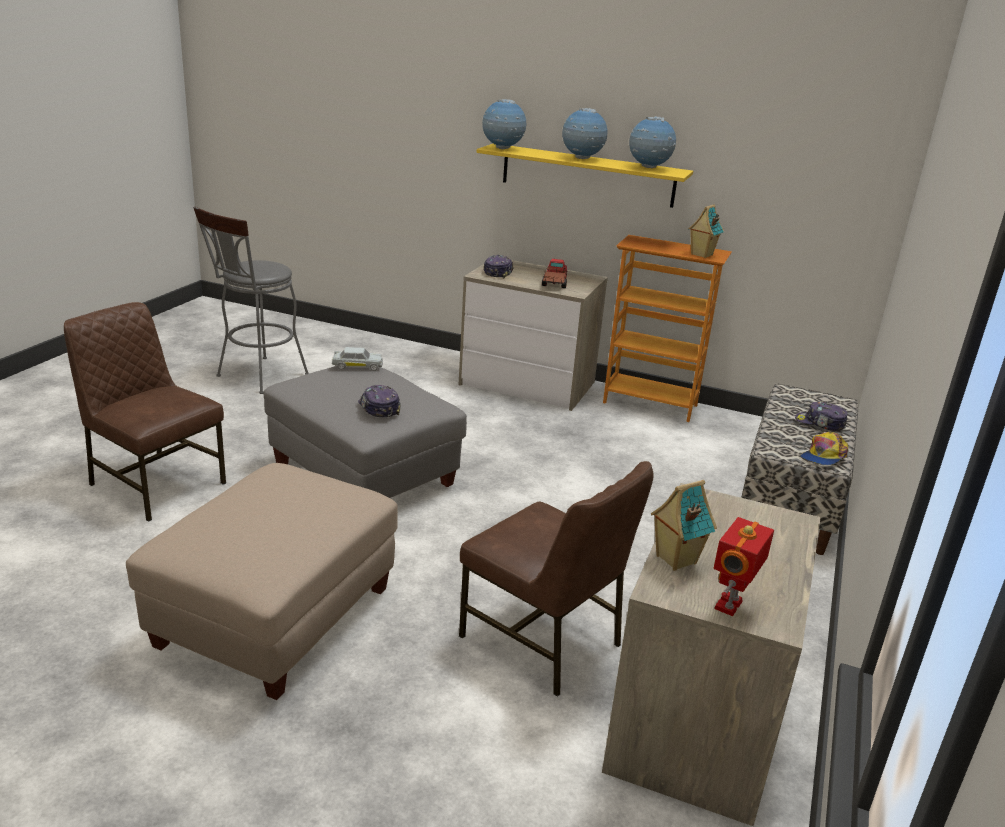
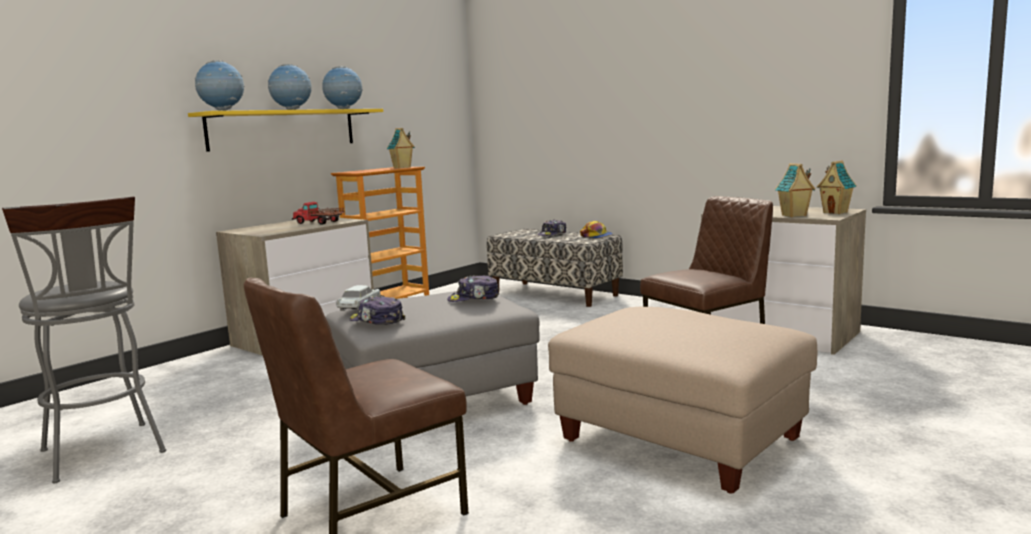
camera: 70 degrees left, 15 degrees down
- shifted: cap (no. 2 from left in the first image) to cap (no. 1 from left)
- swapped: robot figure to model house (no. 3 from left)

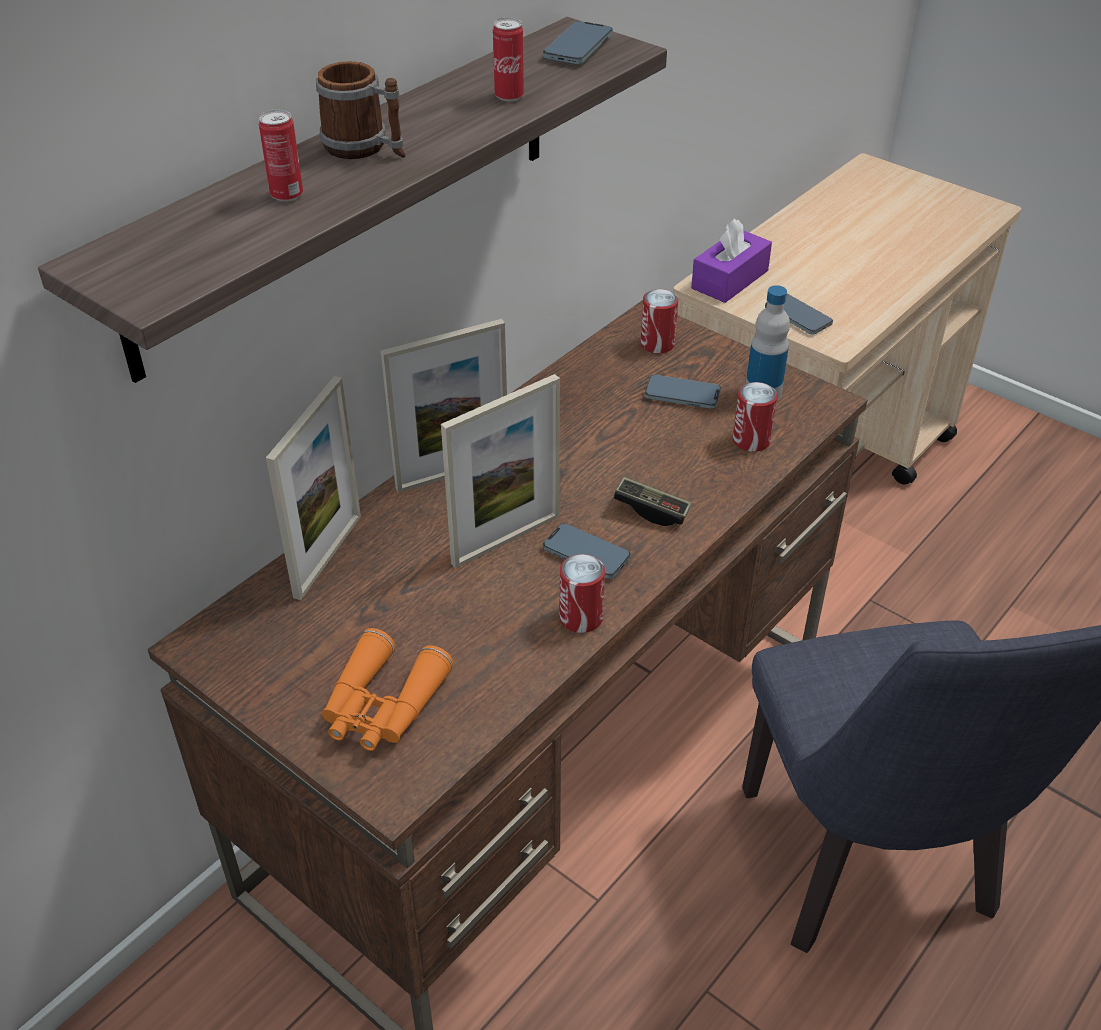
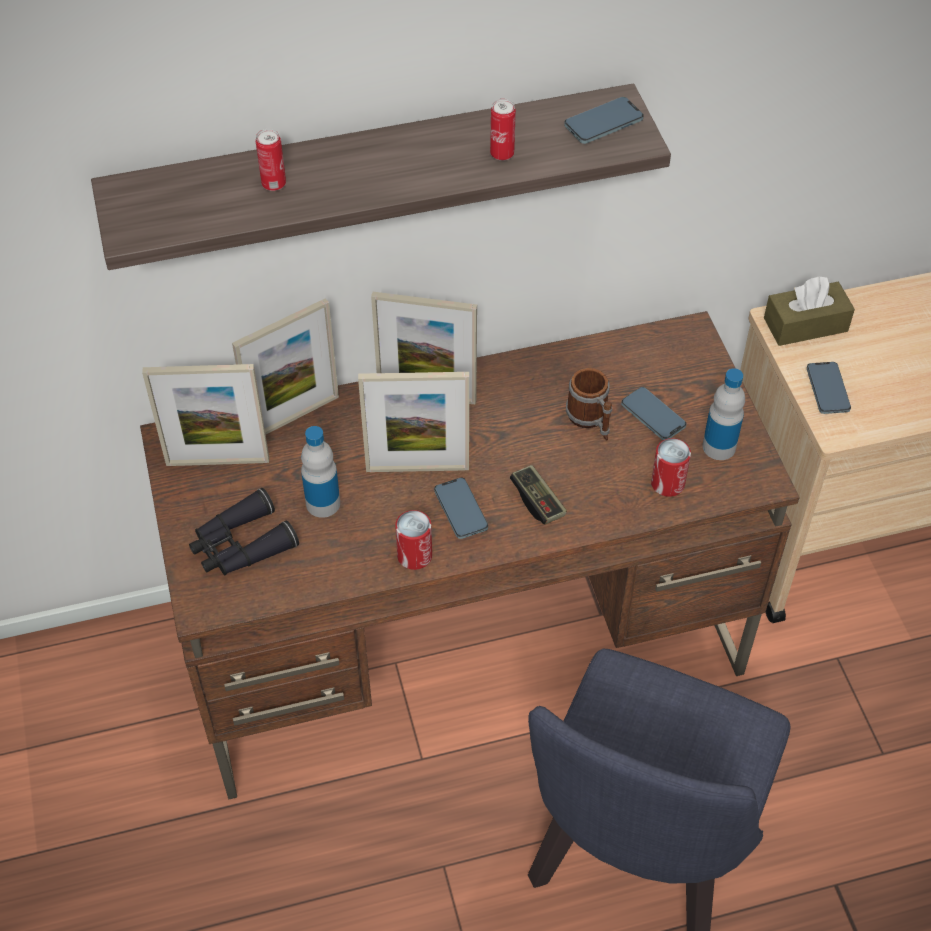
camera: 35 degrees right, 10 degrees up
- shifted: mug
- repainted: purple-coloured box of tissues to brownish box of tissues
- gone: can (no. 4 from left)
- repainted: orangey field glasses to blackish field glasses
- new: photo frame (no. 1 from left)
- new: beverage bottle (no. 1 from left)

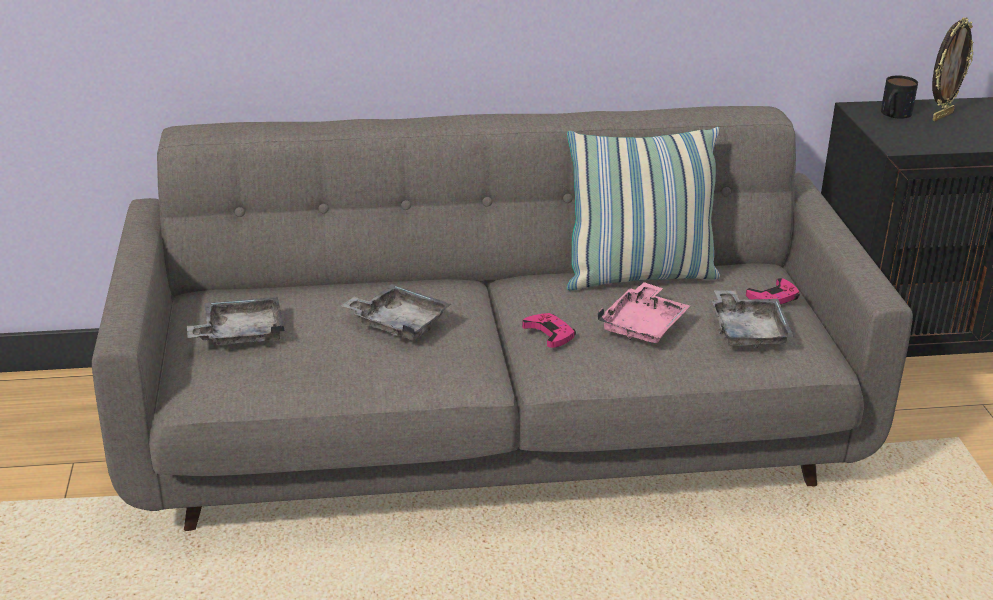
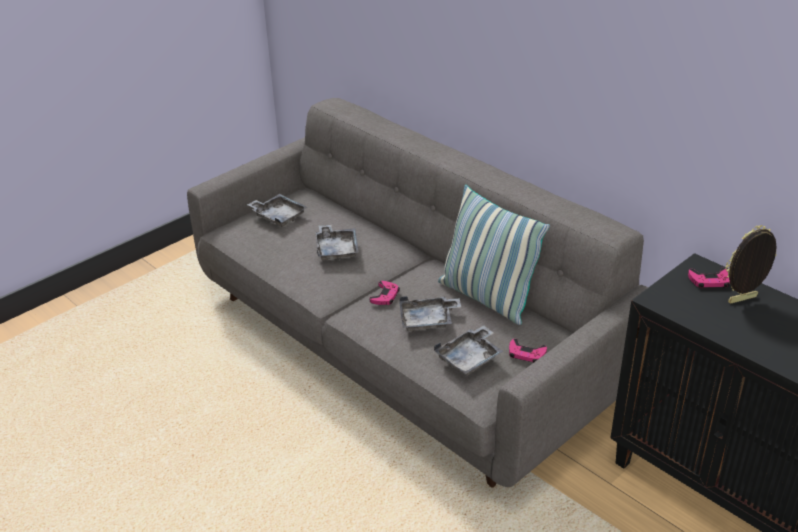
camera: 55 degrees right, 5 degrees up
- rotated: photo frame 150 degrees clockwise
- swapped: mug to pinkish game controller (no. 3 from left)
- repainted: pinkish serving tray to gray serving tray (no. 3 from left)

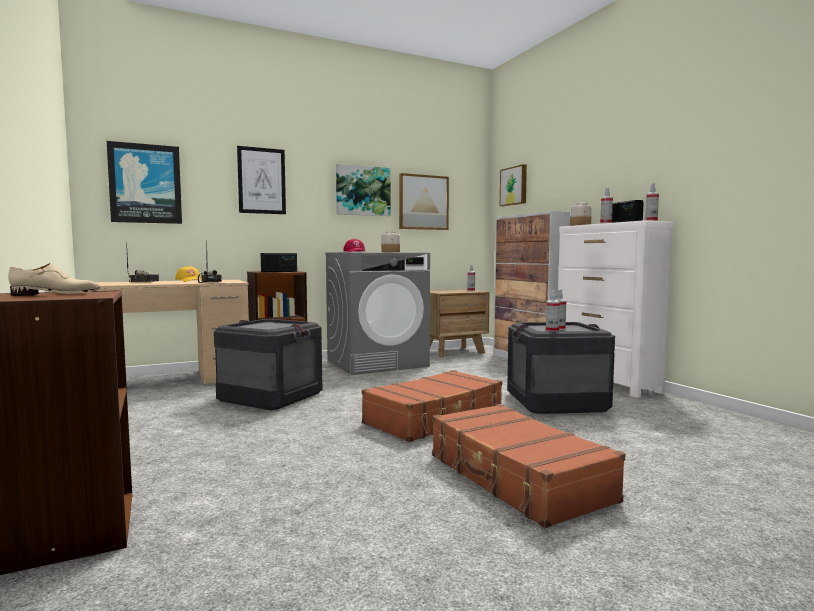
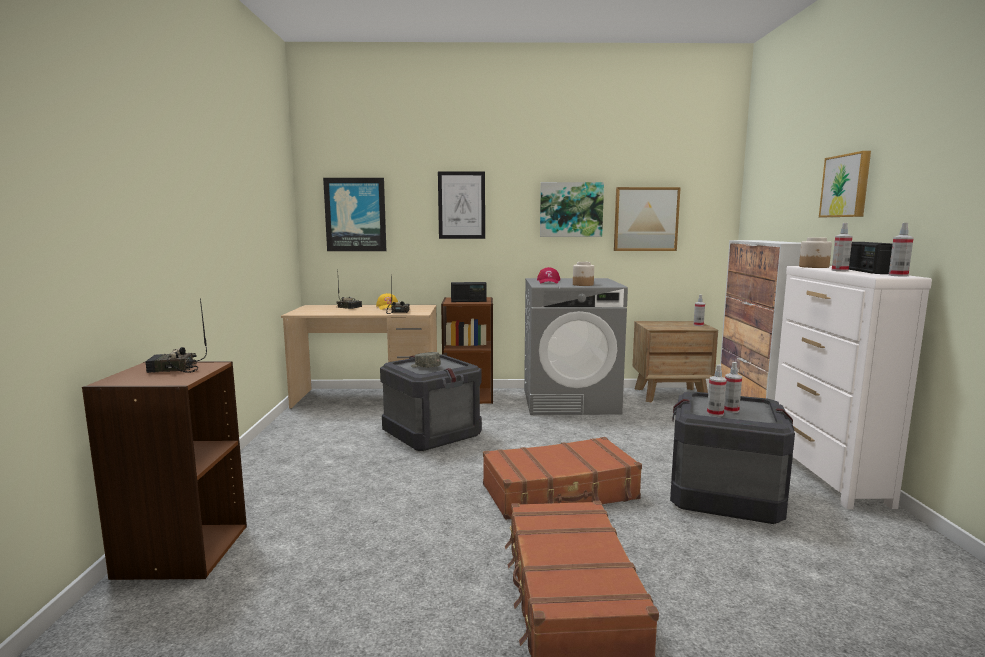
camera: 25 degrees right, 5 degrees up
- shifted: wall art (no. 5 from left)
- swapped: beige shoe to radio (no. 1 from left)
- new: gray cap

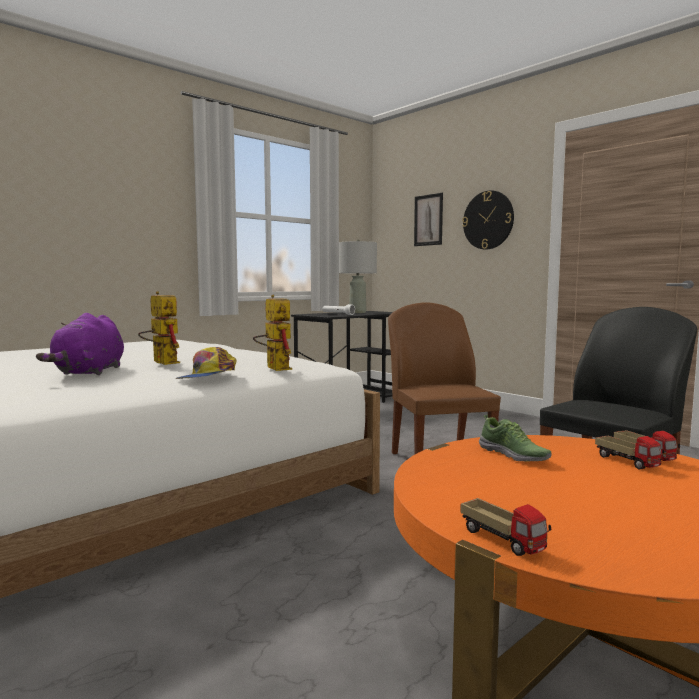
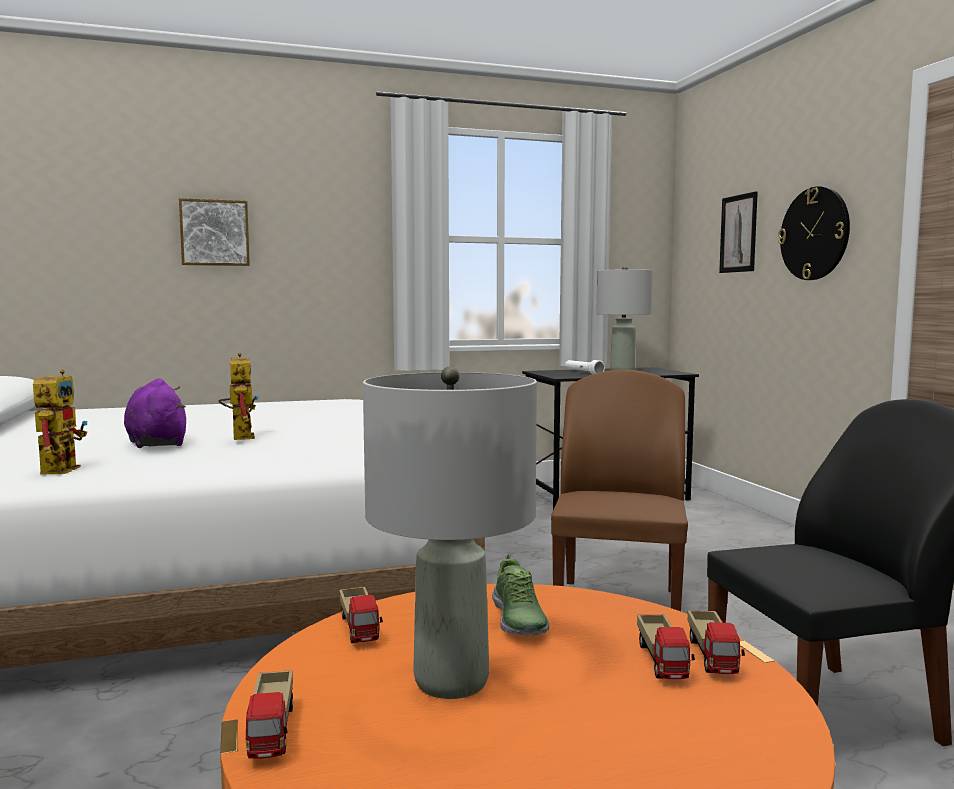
camera: 25 degrees right, 0 degrees up
- shifted: robot figure (no. 2 from left in the first image) to robot figure (no. 1 from left)
- rotated: purple-coloured plush toy 120 degrees clockwise
- gone: cap
- new: wall art (no. 1 from left)
- new: gray tabletop lamp (no. 1 from left)
- new: toy lorry (no. 2 from left)

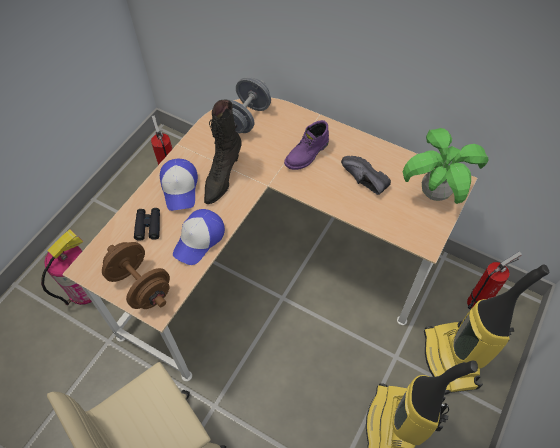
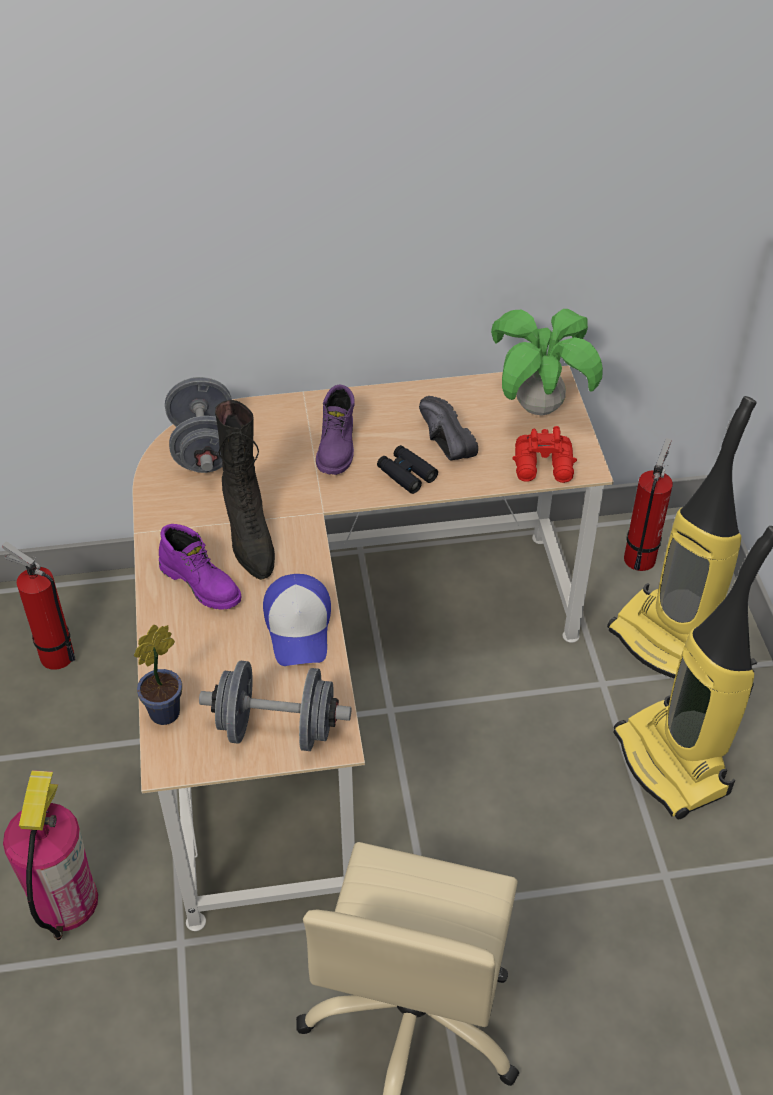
camera: 40 degrees left, 10 degrees down
- rotated: blackish shoe 60 degrees clockwise
- swapped: cap (no. 1 from left) to purple-coloured tall boot (no. 1 from left)
- shifted: blackish field glasses
- repainted: brownish free weight to gray free weight (no. 2 from left)
- new: red field glasses
- new: plant in a pot (no. 1 from left)

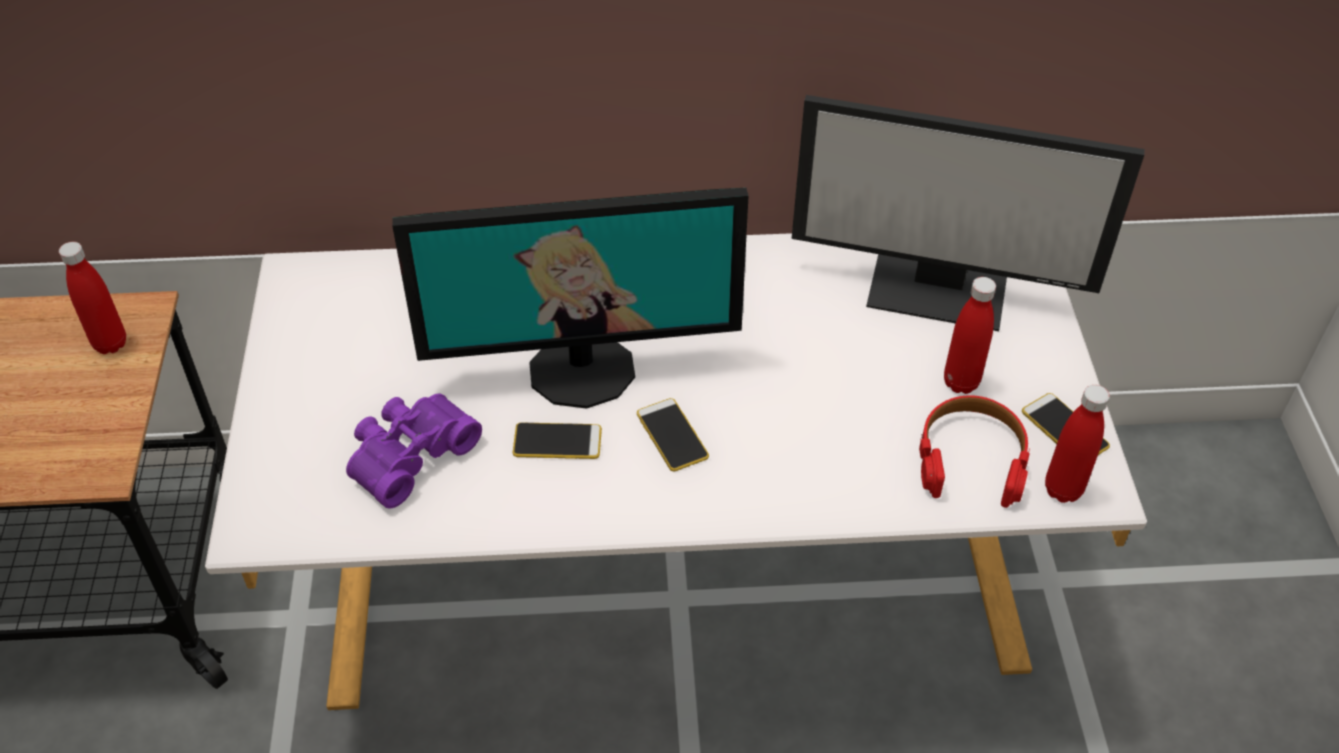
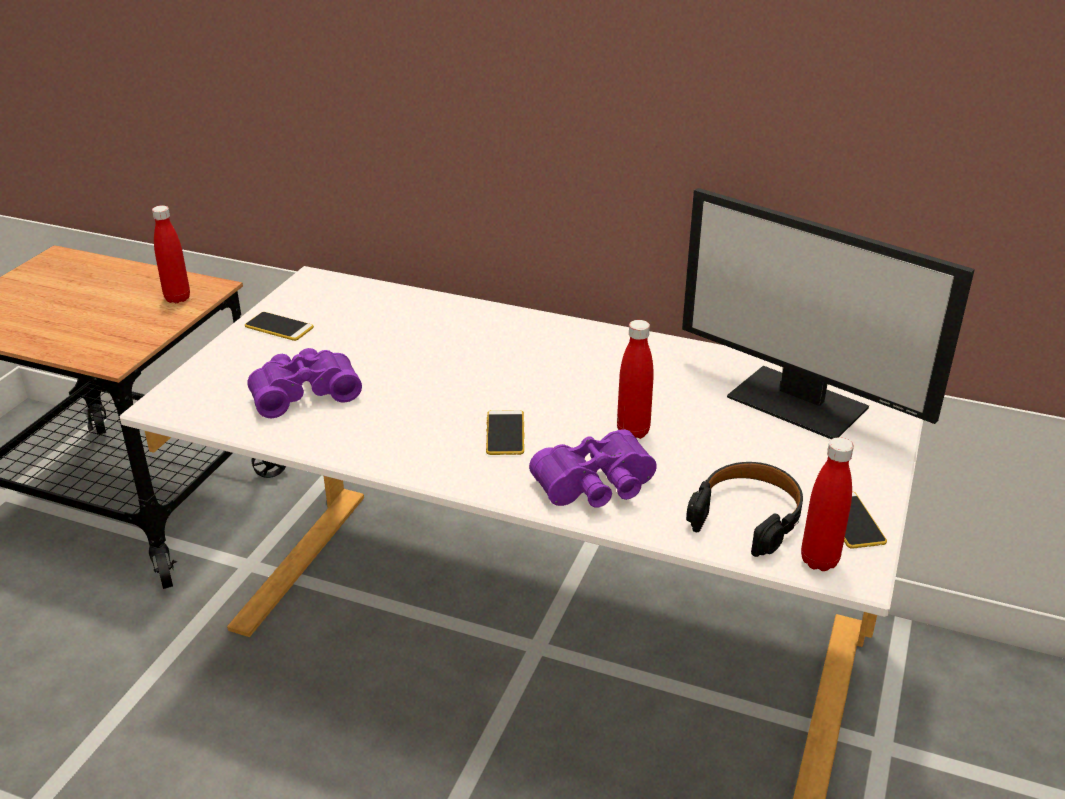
camera: 25 degrees right, 15 degrees down
- gone: computer display (no. 1 from left)
- shifted: red beverage bottle (no. 2 from left)
- repainted: red pair of headphones to blackish pair of headphones
- shifted: handset (no. 1 from left)
- new: purple-coloured field glasses (no. 2 from left)

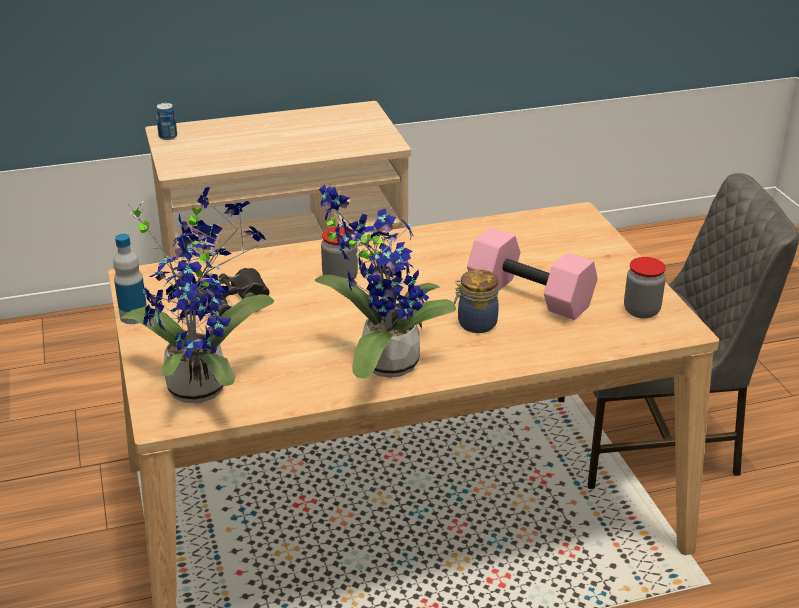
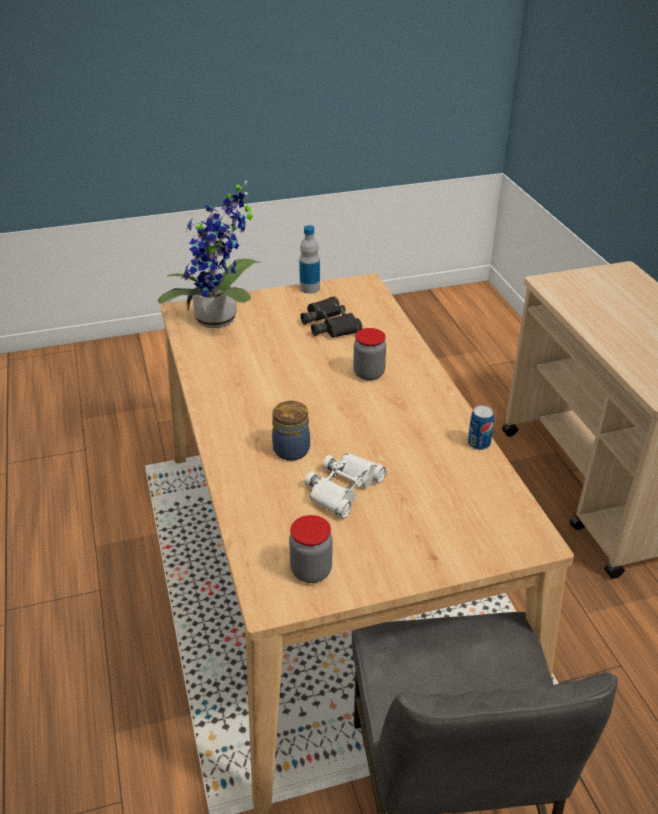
camera: 90 degrees right, 5 degrees up
- shifted: can
- gone: plant in a pot (no. 2 from left)
- swapped: pinkish free weight to whitish field glasses

